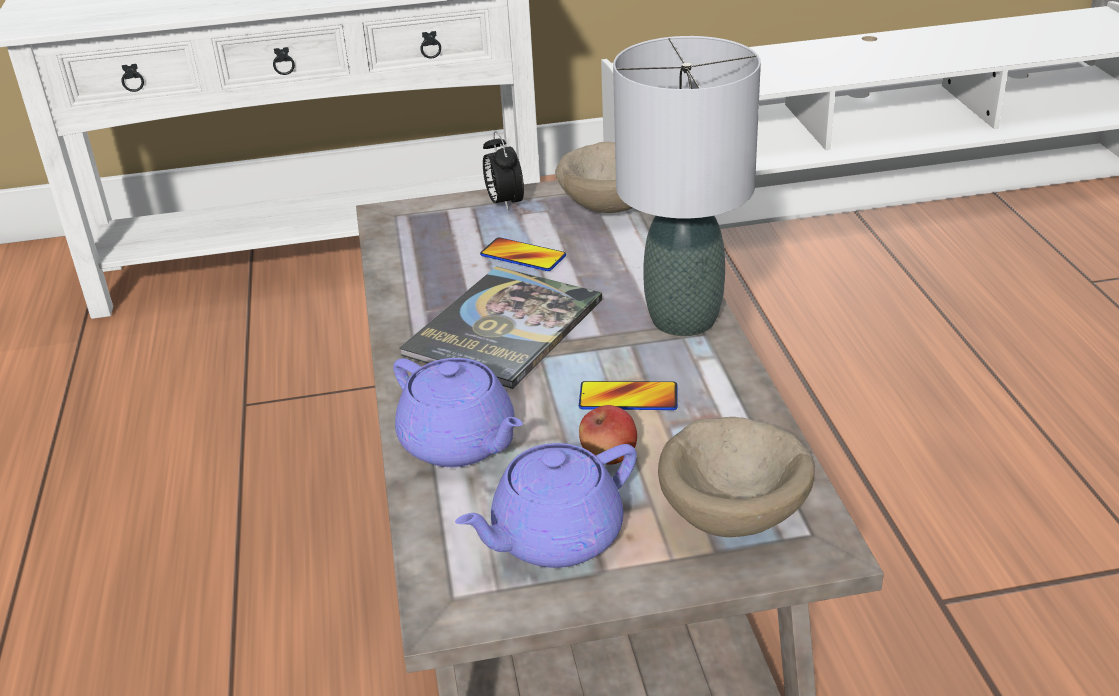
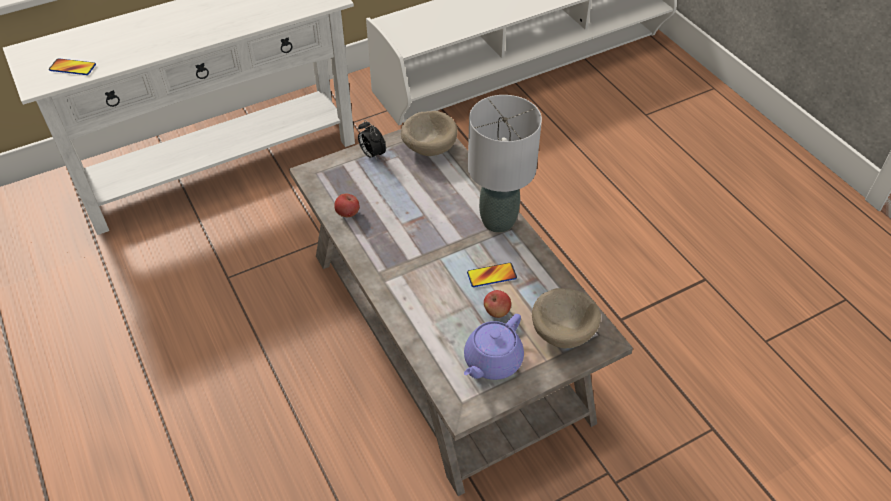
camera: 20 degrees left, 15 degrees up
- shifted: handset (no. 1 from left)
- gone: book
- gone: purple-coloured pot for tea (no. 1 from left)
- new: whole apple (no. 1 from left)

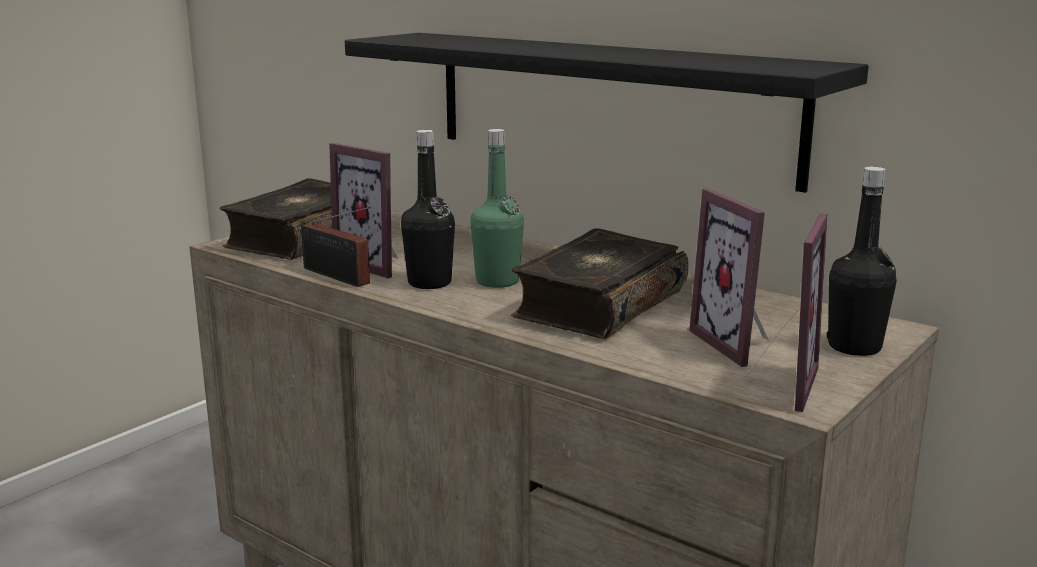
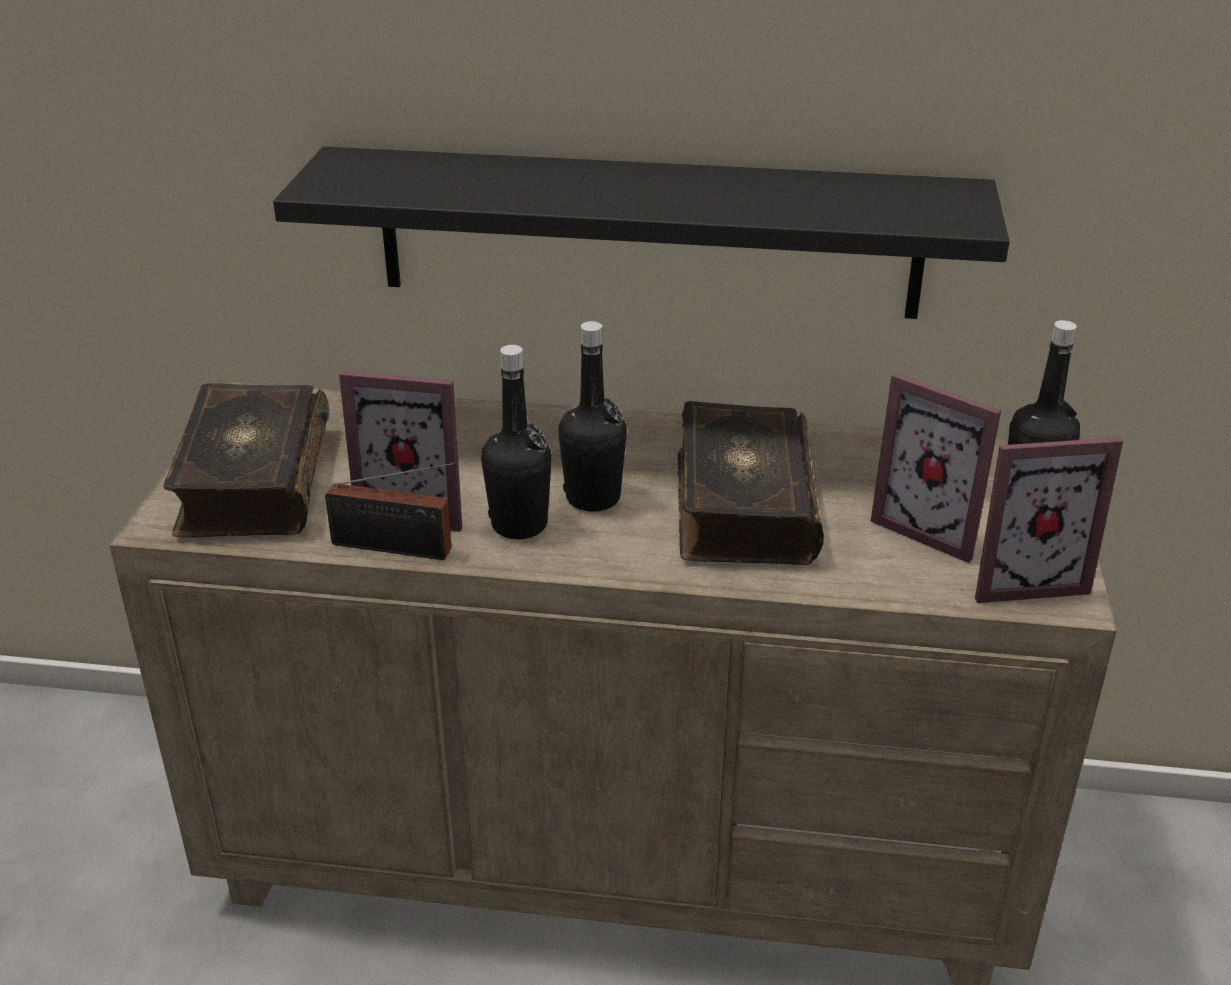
camera: 30 degrees left, 15 degrees up
- repainted: green beverage bottle to blackish beverage bottle (no. 2 from left)
- rotated: photo frame (no. 3 from left) 90 degrees clockwise

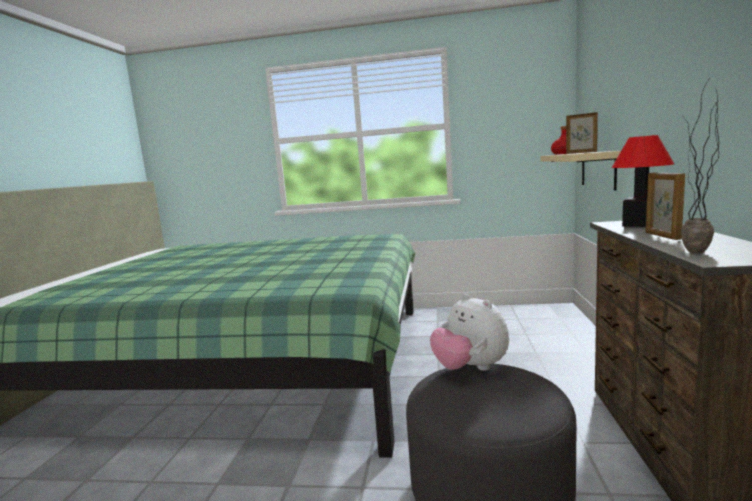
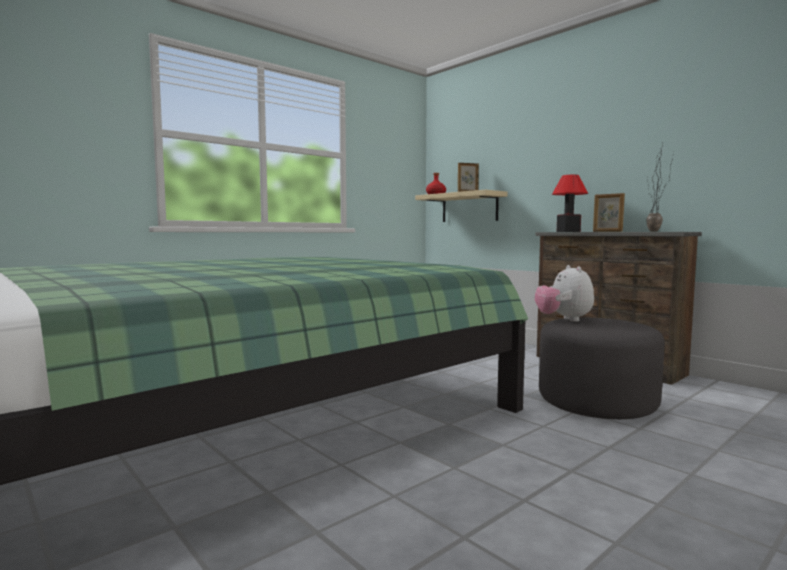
camera: 50 degrees left, 5 degrees down
- rotated: plush toy 75 degrees clockwise

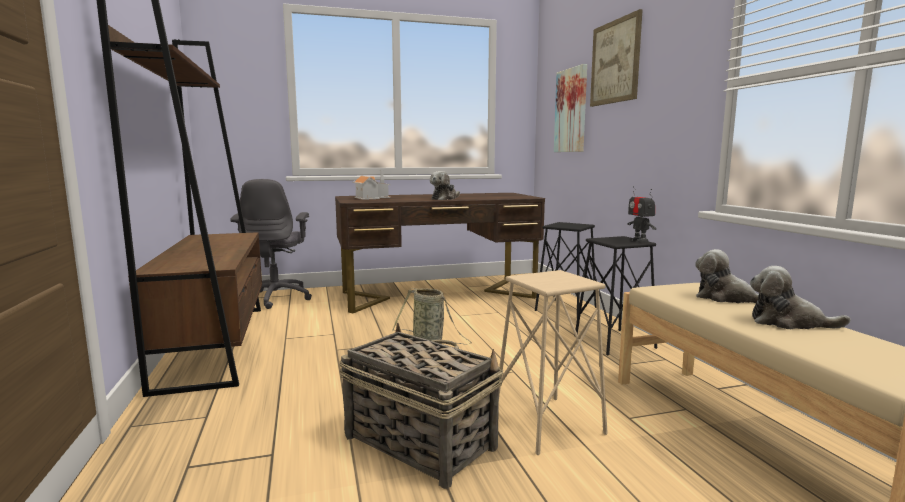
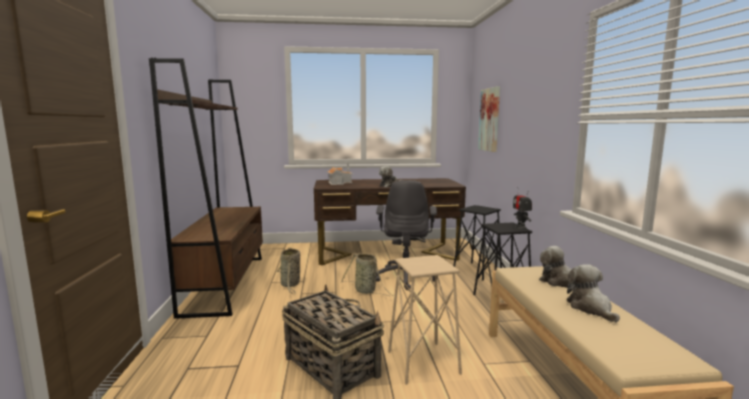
camera: 10 degrees right, 0 degrees up
- gone: wall art (no. 2 from left)
- shifted: gray desk chair
- rotated: plush toy (no. 3 from left) 45 degrees clockwise
- new: household basket (no. 1 from left)

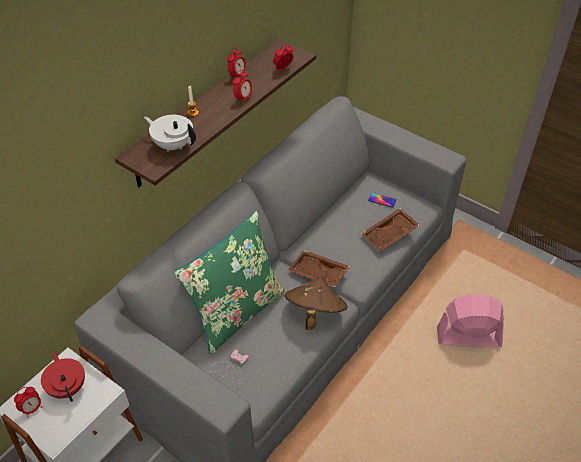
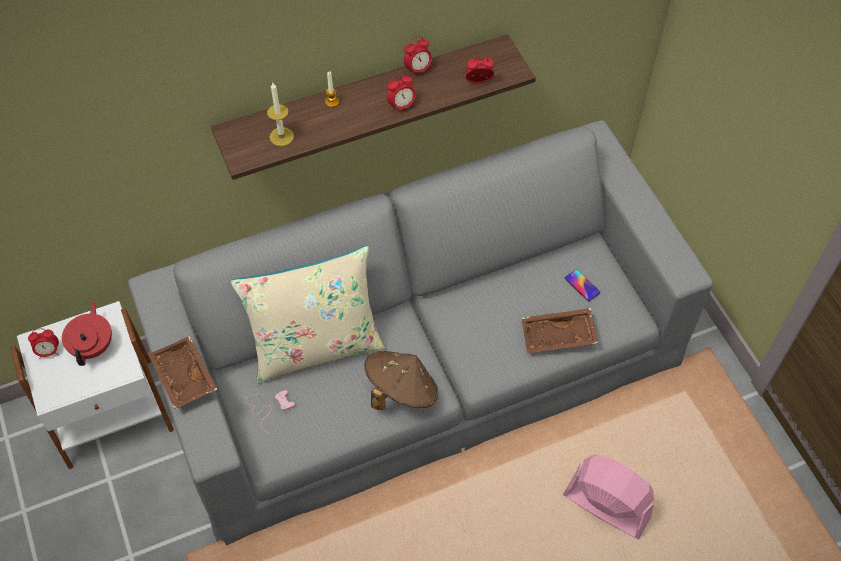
camera: 30 degrees right, 10 degrees up
- swapped: whitish pot for tea to candle (no. 1 from left)
- repainted: green pillow to beige pillow
- shifted: brownish serving tray (no. 1 from left)

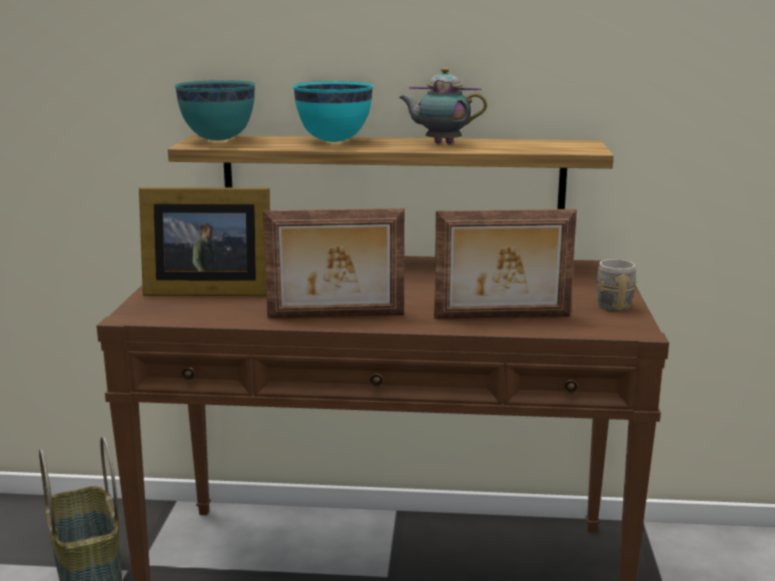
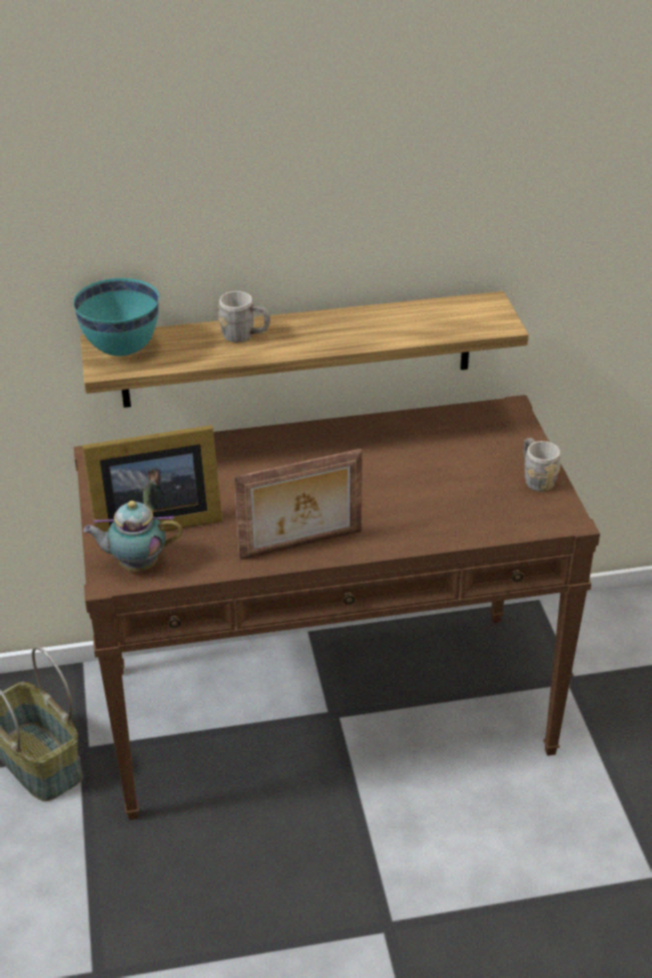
camera: 15 degrees left, 20 degrees up
- shifted: pot for tea
- swapped: blue-green serving bowl (no. 2 from left) to gray mug (no. 1 from left)
- gone: photo frame (no. 3 from left)

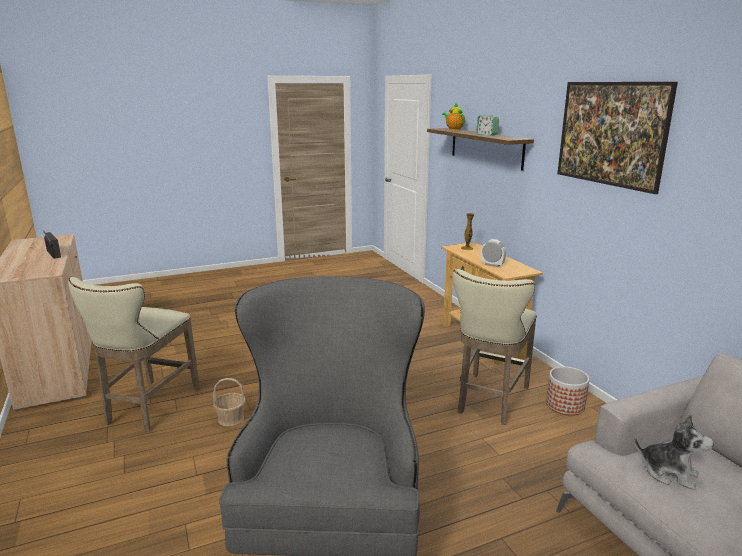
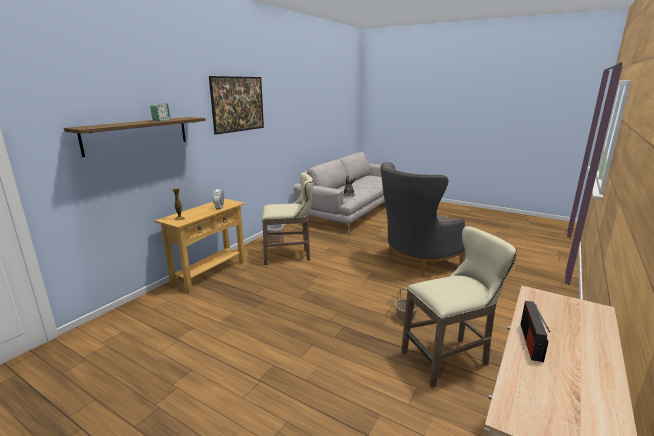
camera: 125 degrees left, 0 degrees up
- gone: pot for tea

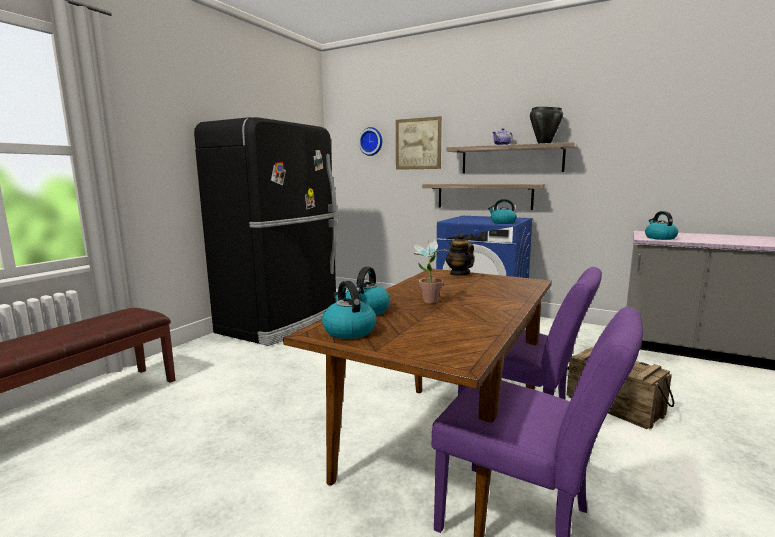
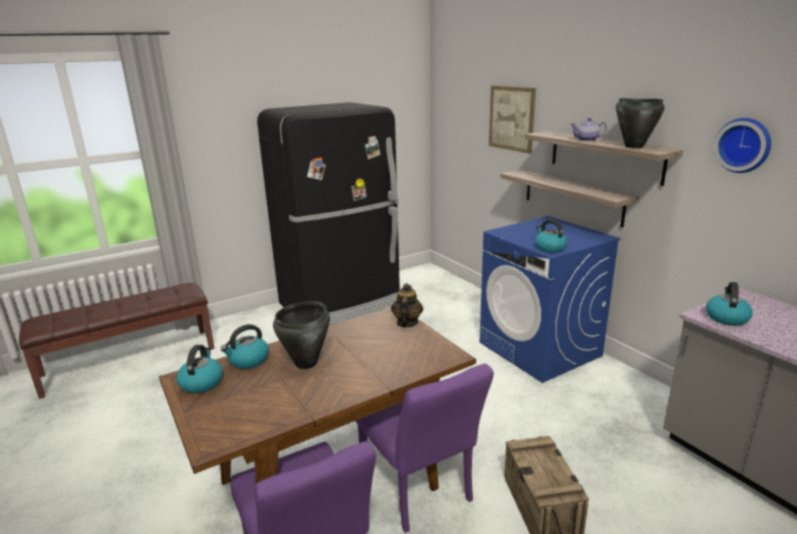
camera: 30 degrees right, 10 degrees up
- shifted: wall clock
- swapped: plant in a pot to blackish stockpot (no. 1 from left)

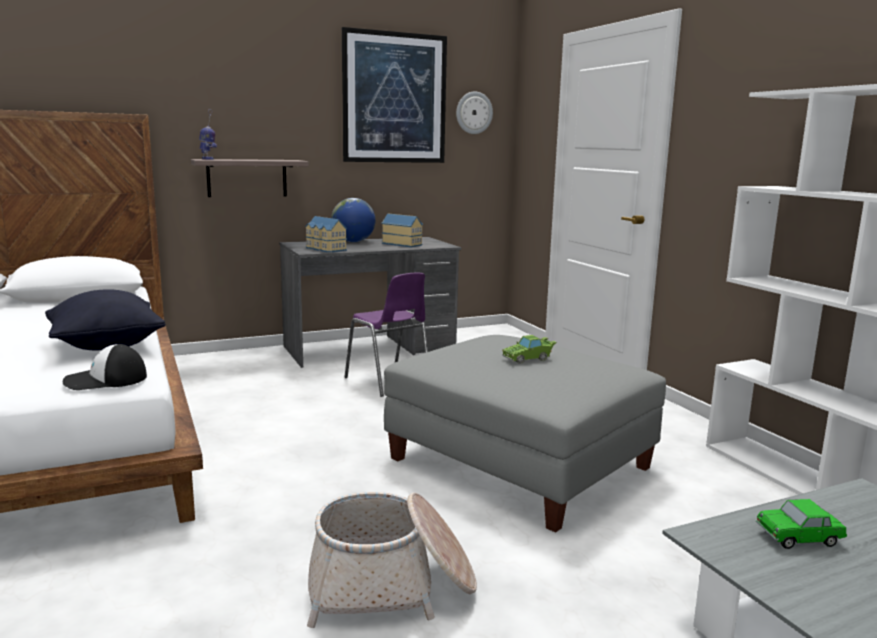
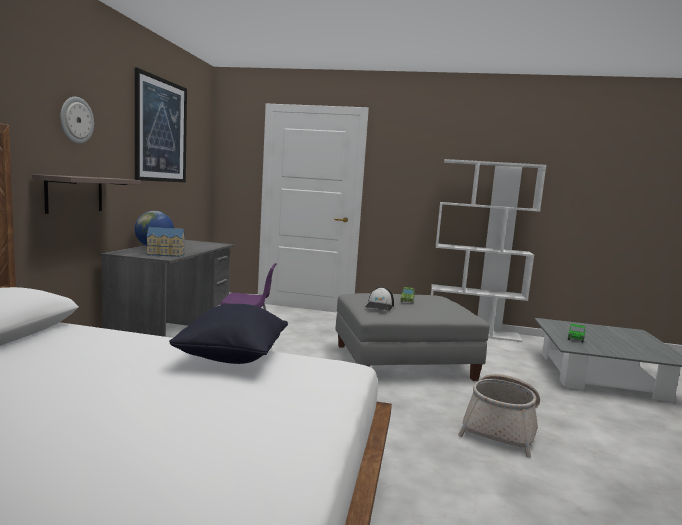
camera: 55 degrees left, 5 degrees down
- shifted: wall clock
- gone: robot figure
- gone: model house (no. 2 from left)
- shifted: cap

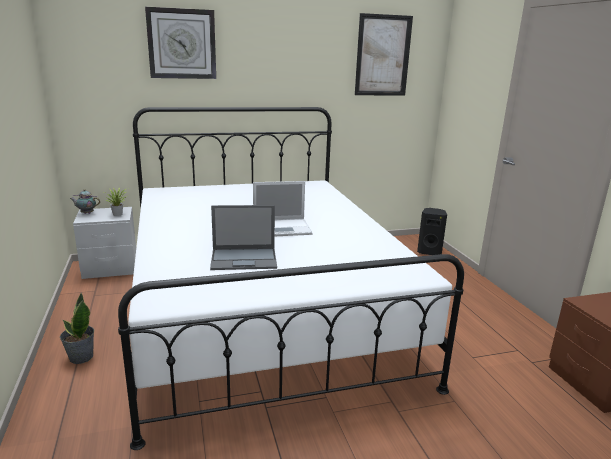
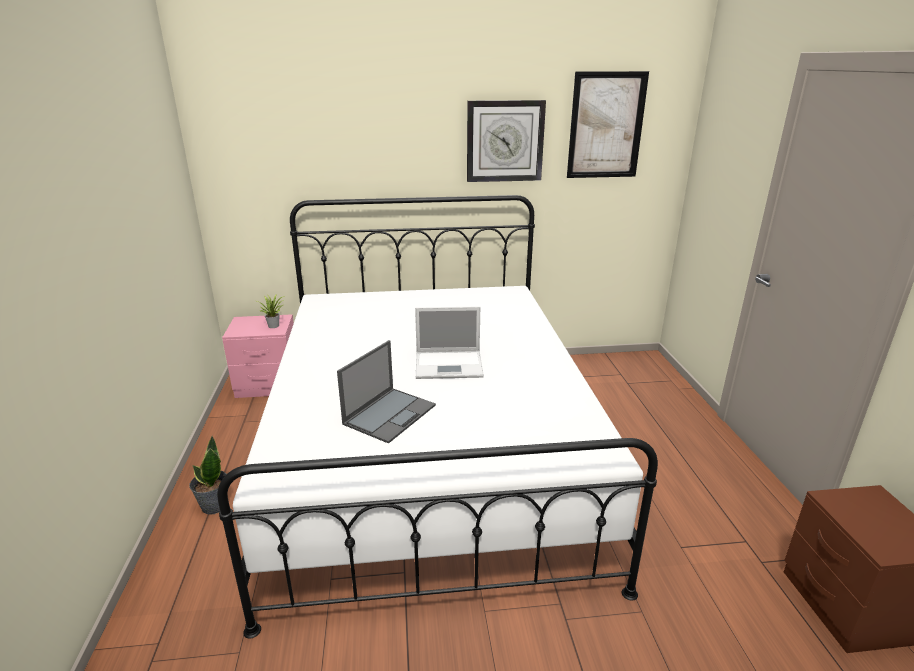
camera: 10 degrees right, 5 degrees up
- shifted: wall clock
- gone: pot for tea
- rotated: portable computer (no. 1 from left) 60 degrees counterclockwise
- repainted: gray nightstand to pinkish nightstand
- gone: blackish loudspeaker

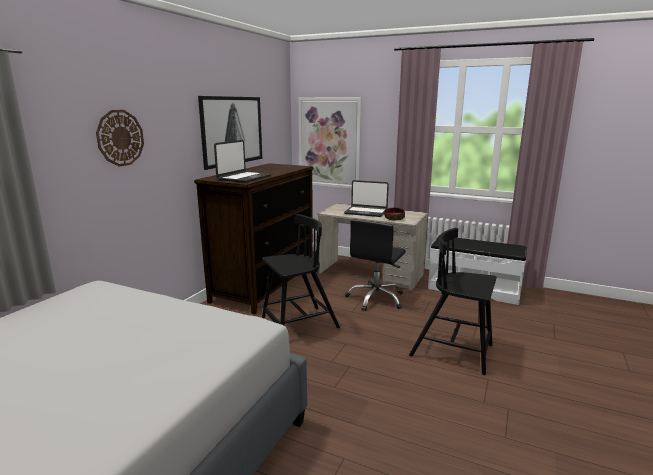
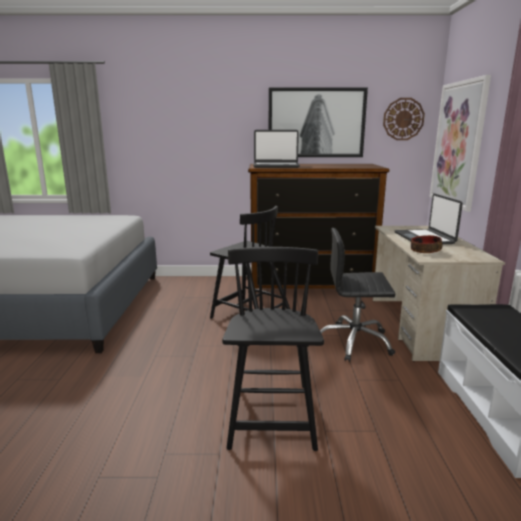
camera: 65 degrees right, 0 degrees up
- shifted: wall clock

